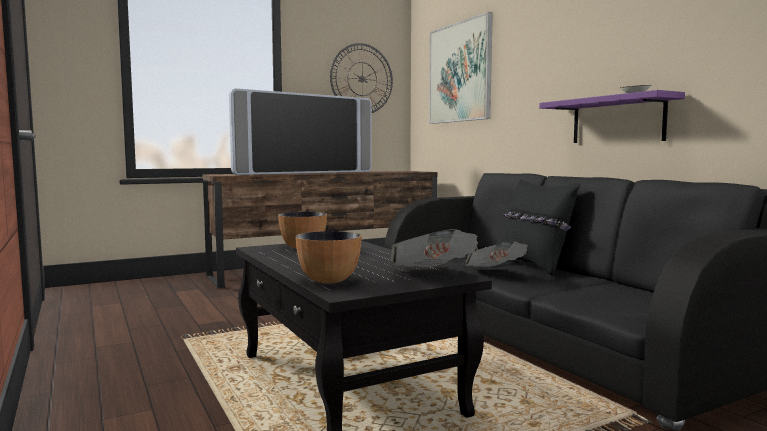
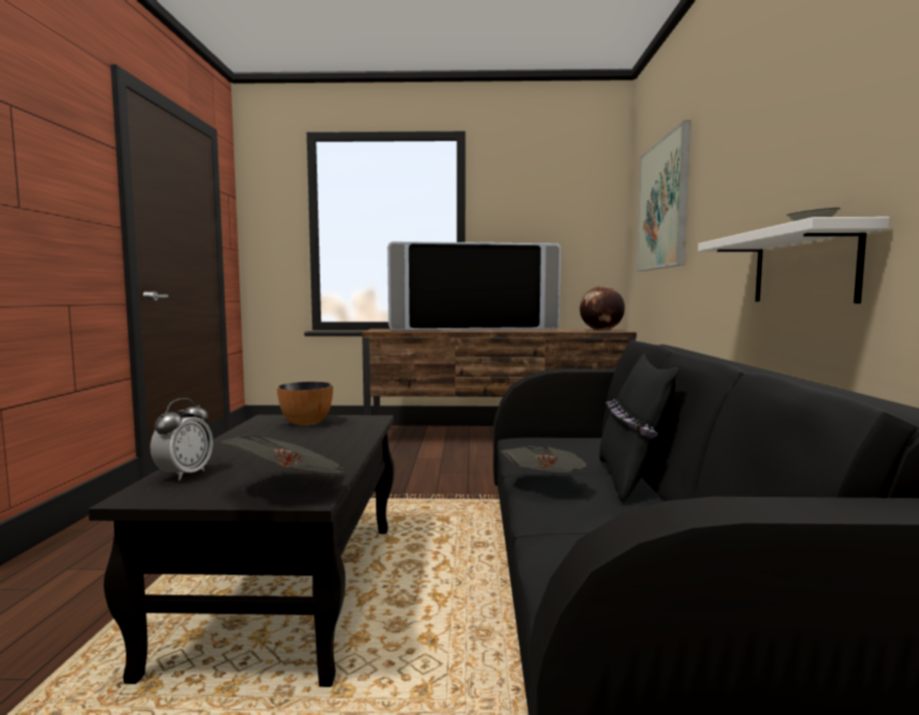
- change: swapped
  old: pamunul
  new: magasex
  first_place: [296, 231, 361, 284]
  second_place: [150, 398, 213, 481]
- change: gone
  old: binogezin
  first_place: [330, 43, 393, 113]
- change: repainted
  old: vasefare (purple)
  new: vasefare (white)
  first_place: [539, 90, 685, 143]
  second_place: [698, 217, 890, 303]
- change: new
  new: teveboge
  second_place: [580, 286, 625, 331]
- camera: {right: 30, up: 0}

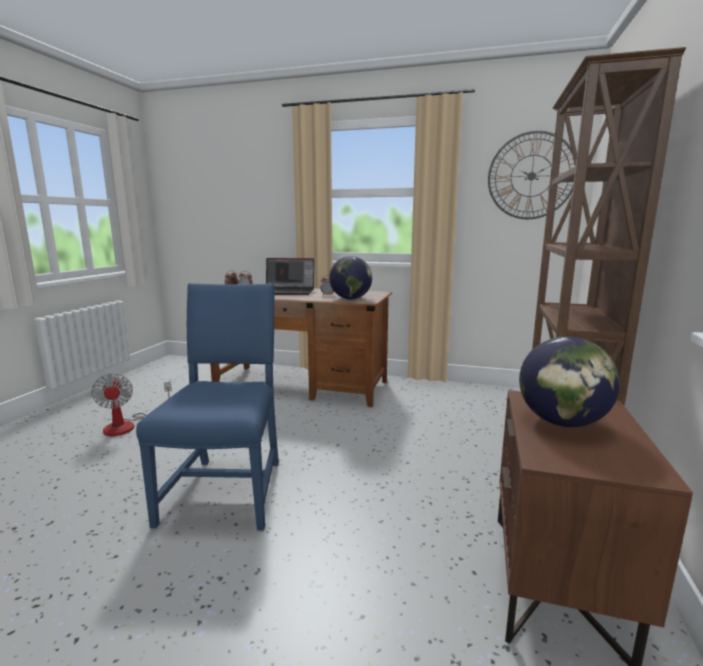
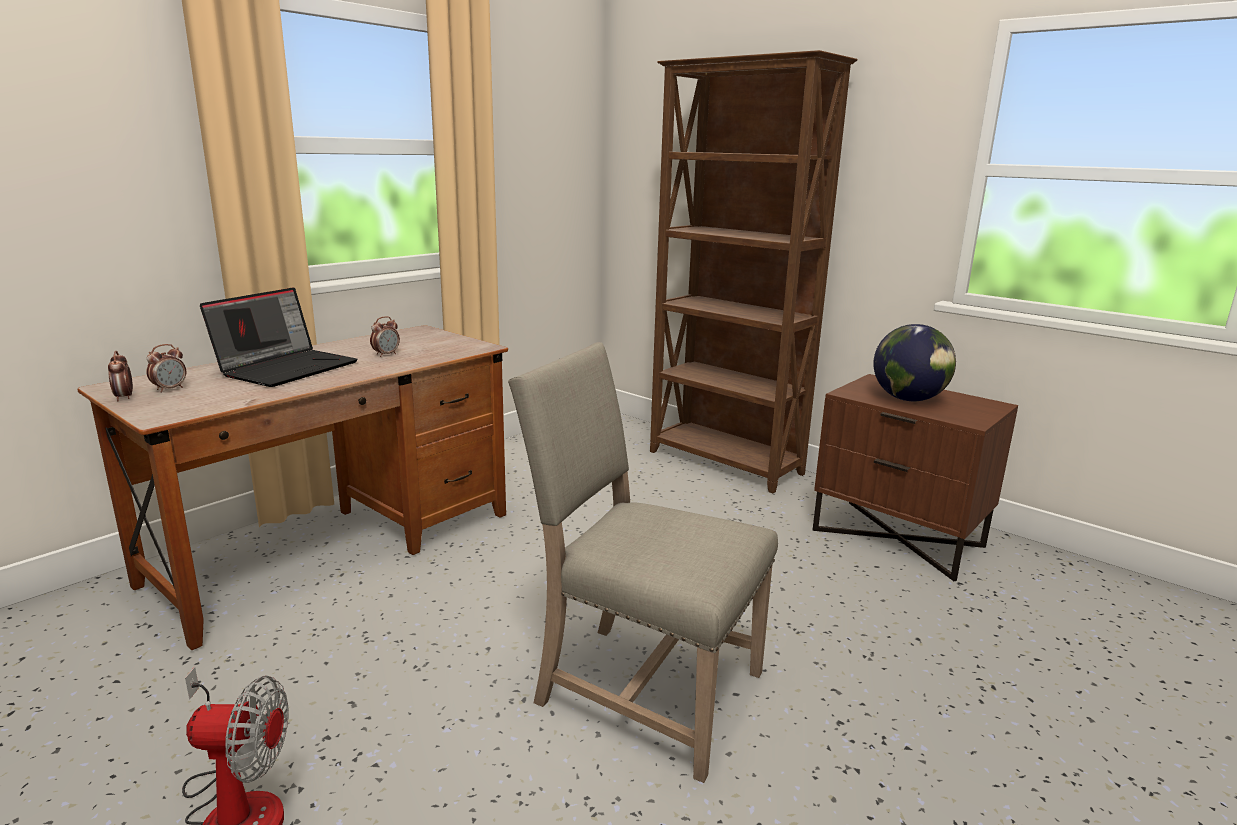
- change: repainted
  old: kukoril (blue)
  new: kukoril (beige)
  first_place: [136, 283, 279, 531]
  second_place: [508, 342, 778, 783]
- change: gone
  old: teveboge
  first_place: [329, 256, 372, 299]
- change: gone
  old: binogezin
  first_place: [488, 131, 574, 219]
- camera: {right: -65, up: 5}

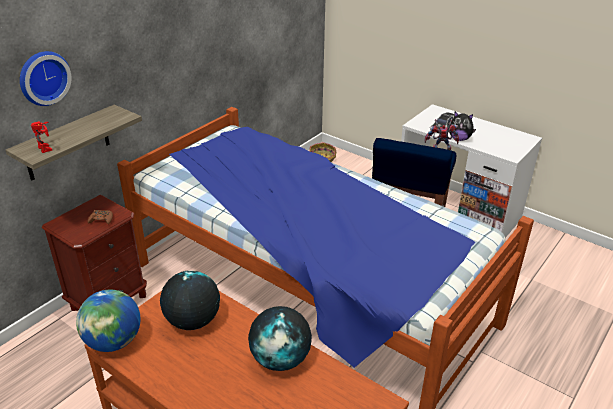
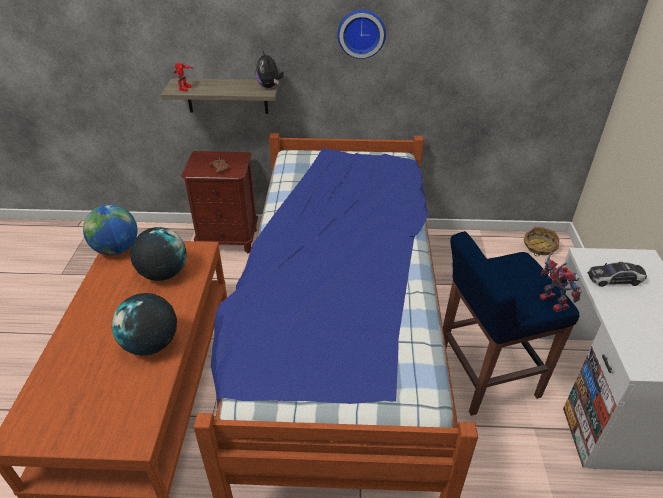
- change: shifted
  old: binogezin
  first_place: [20, 51, 72, 106]
  second_place: [337, 9, 386, 59]
- change: shifted
  old: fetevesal
  first_place: [449, 112, 476, 141]
  second_place: [256, 51, 284, 88]
- camera: {right: 55, up: 5}

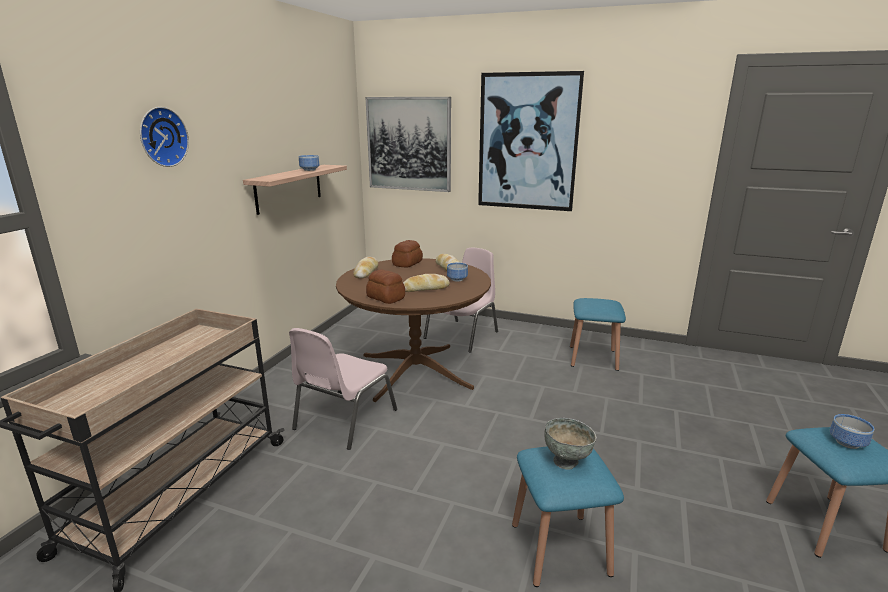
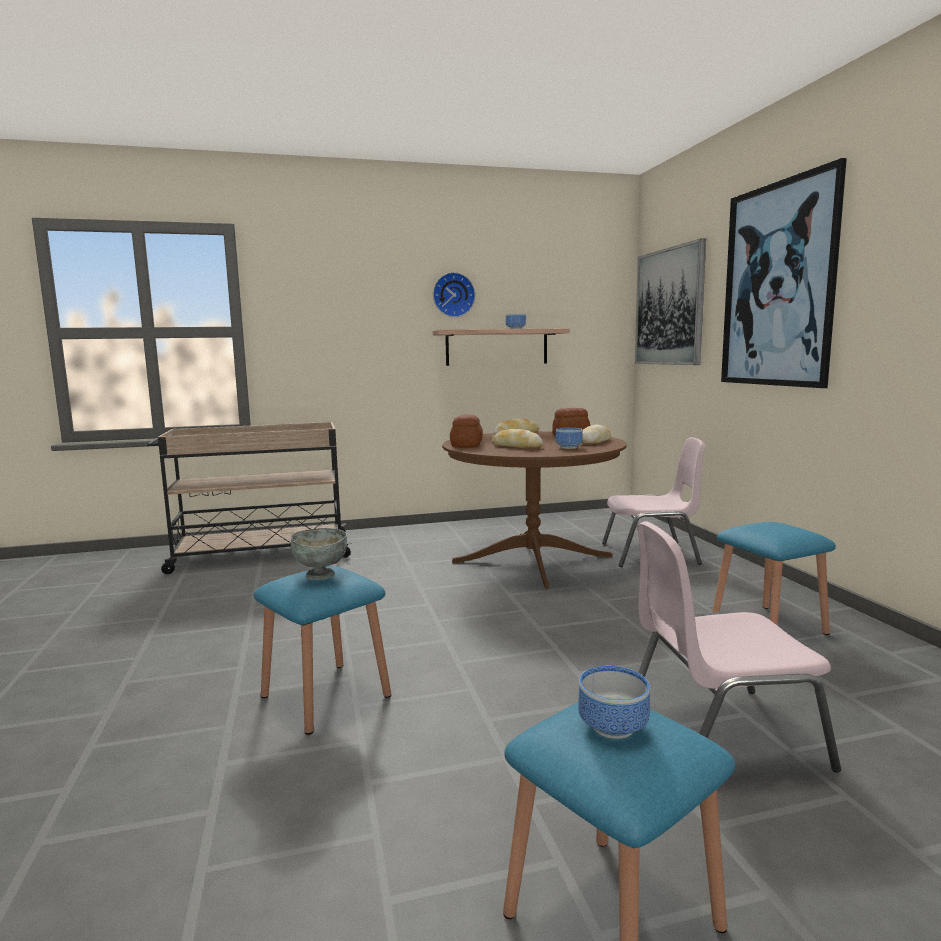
- change: shifted
  old: binogezin
  first_place: [140, 107, 189, 167]
  second_place: [433, 272, 475, 317]
- change: shifted
  old: kukoril (pink)
  first_place: [289, 328, 397, 450]
  second_place: [637, 521, 841, 772]
- camera: {right: 55, up: -10}

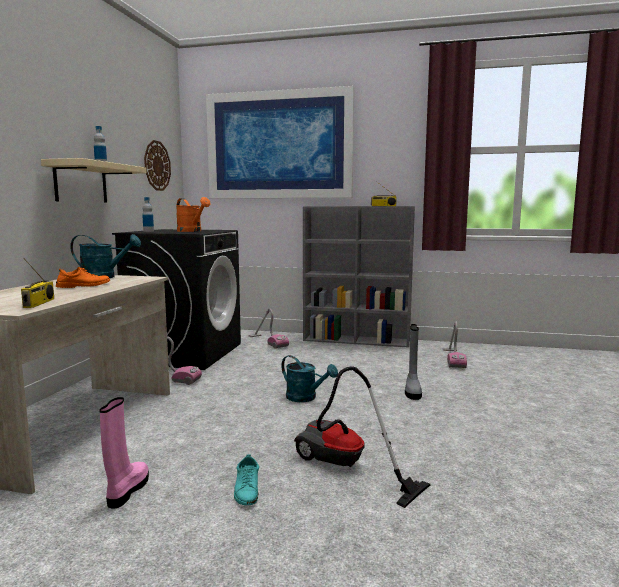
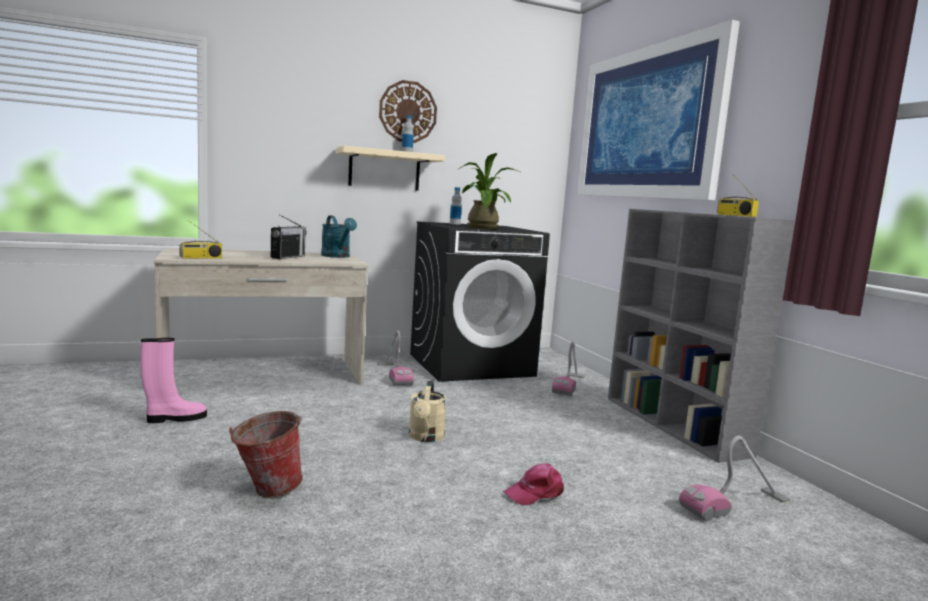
- change: swapped
  old: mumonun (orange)
  new: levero
  first_place: [56, 267, 110, 288]
  second_place: [271, 214, 307, 259]
- change: shifted
  old: binogezin
  first_place: [144, 140, 171, 191]
  second_place: [379, 80, 437, 143]
- change: swapped
  old: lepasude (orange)
  new: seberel
  first_place: [176, 197, 210, 232]
  second_place: [459, 153, 520, 229]
- change: gone
  old: mumonun (turquoise)
  first_place: [234, 454, 259, 505]
- change: repainted
  old: lepasude (turquoise)
  new: lepasude (beige)
  first_place: [281, 355, 338, 402]
  second_place: [409, 381, 446, 442]
- change: swapped
  old: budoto
  new: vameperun
  first_place: [294, 366, 430, 508]
  second_place: [229, 411, 303, 498]
- change: swapped
  old: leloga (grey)
  new: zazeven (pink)
  first_place: [405, 324, 422, 400]
  second_place: [503, 463, 564, 505]
- camera: {right: 55, up: 0}

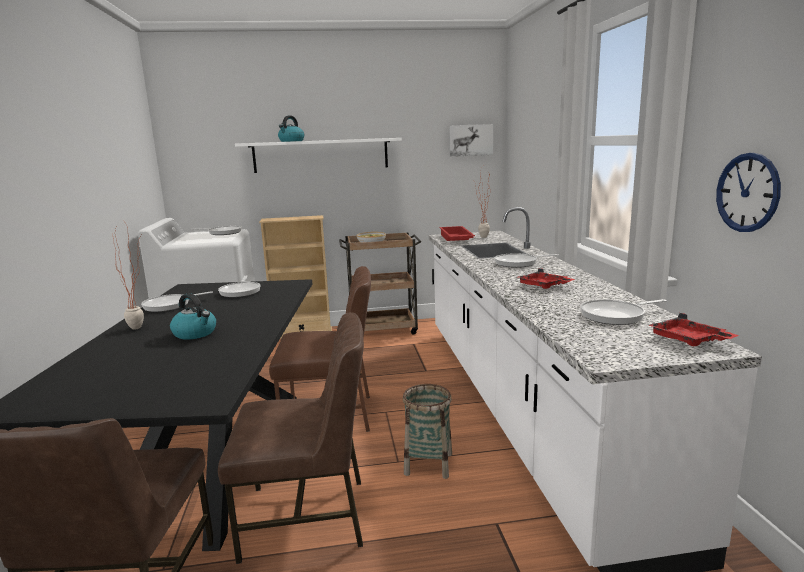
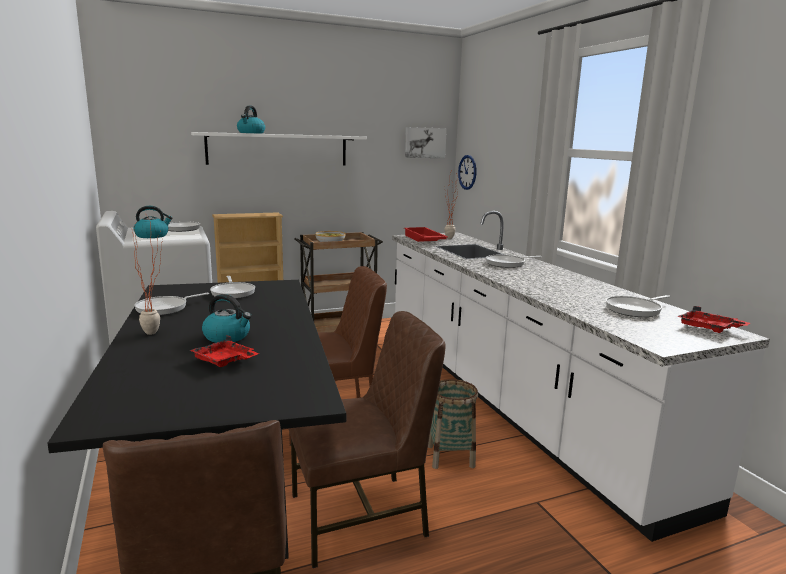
- change: shifted
  old: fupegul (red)
  first_place: [518, 268, 575, 289]
  second_place: [189, 336, 259, 367]
- change: shifted
  old: binogezin
  first_place: [716, 153, 781, 232]
  second_place: [458, 155, 476, 190]
- change: new
  new: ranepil
  second_place: [133, 206, 172, 238]
- camera: {right: -15, up: 0}

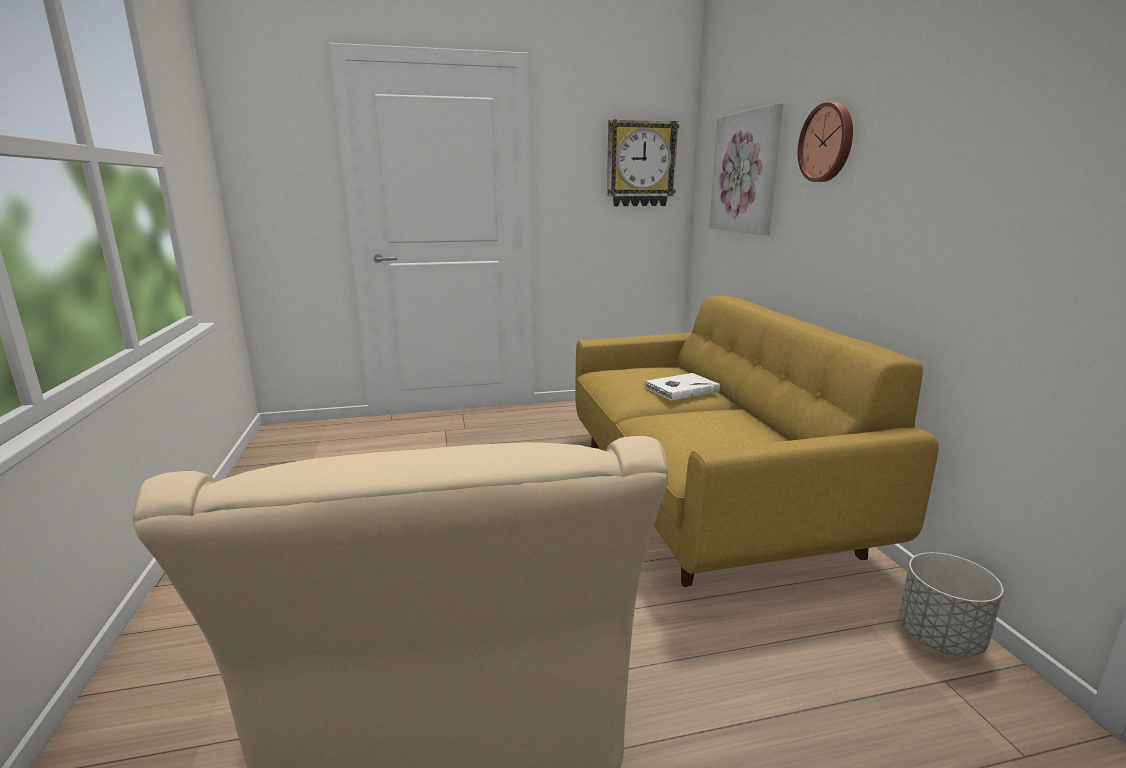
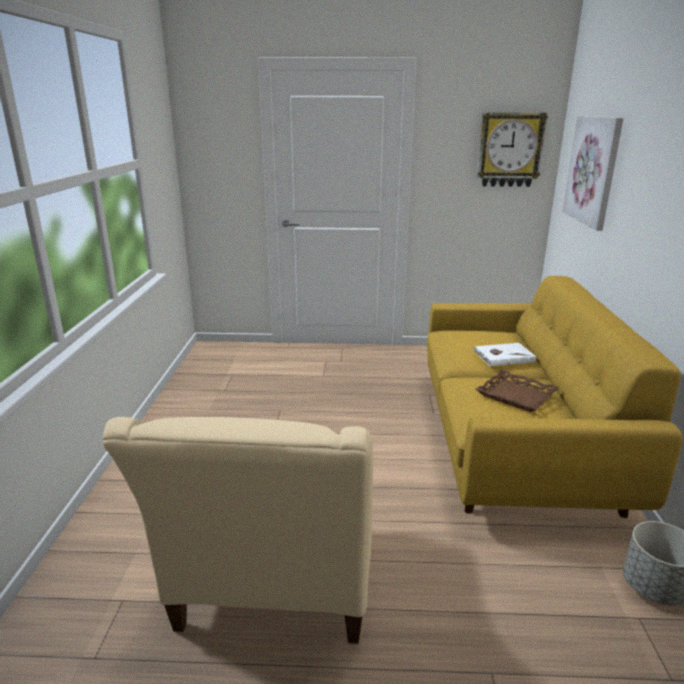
- change: gone
  old: binogezin
  first_place: [798, 102, 853, 182]
- change: new
  new: fupegul (brown)
  second_place: [476, 370, 559, 412]
- camera: {right: 15, up: 5}

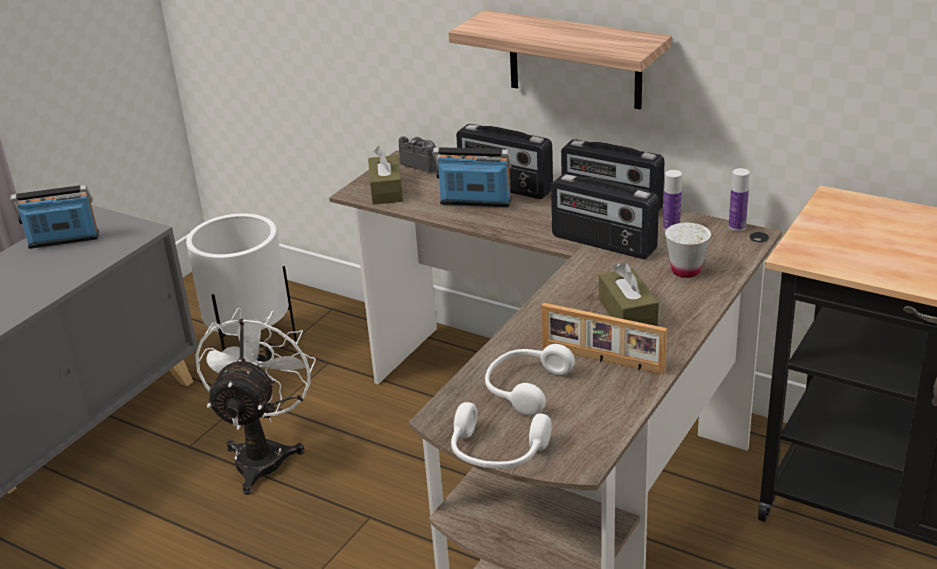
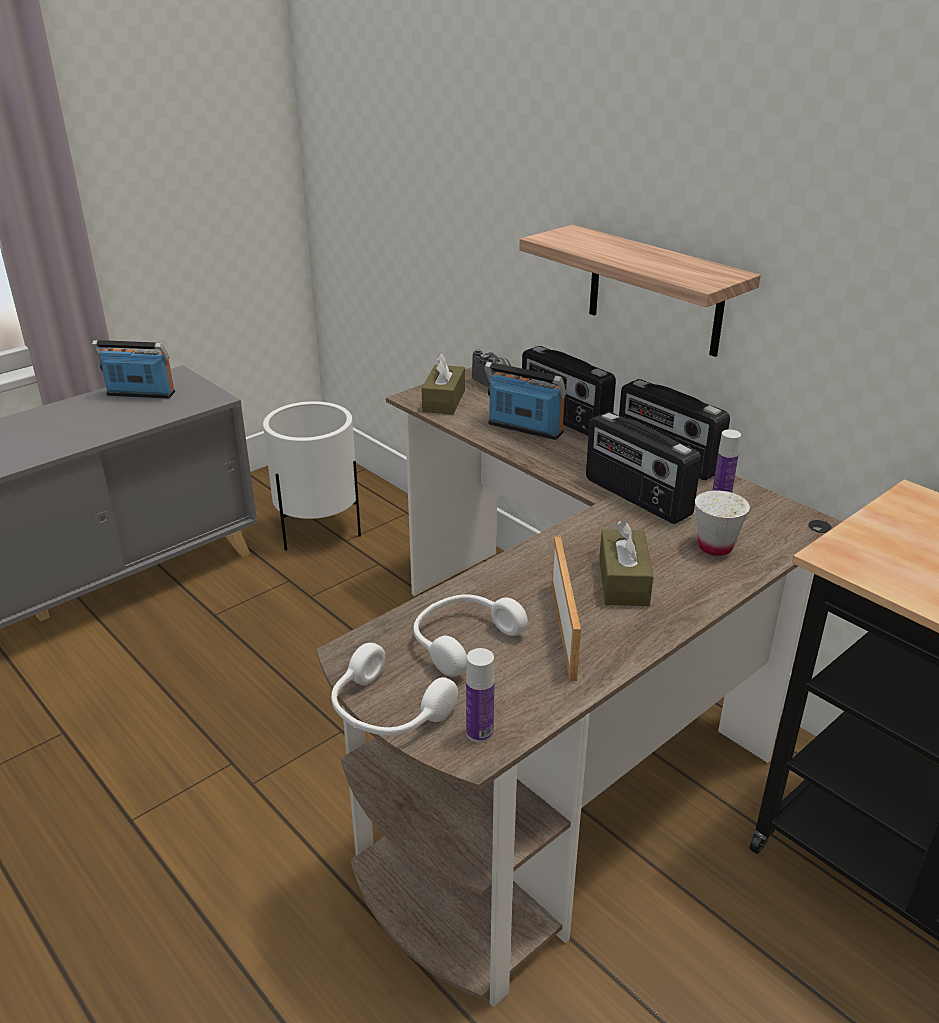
- change: gone
  old: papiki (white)
  first_place: [195, 308, 316, 495]
- change: rotated
  old: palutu
  first_place: [541, 303, 667, 375]
  second_place: [552, 537, 581, 681]
  degrees: -135
- change: shifted
  old: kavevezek
  first_place: [729, 168, 750, 231]
  second_place: [466, 648, 495, 743]
- camera: {right: 15, up: 0}

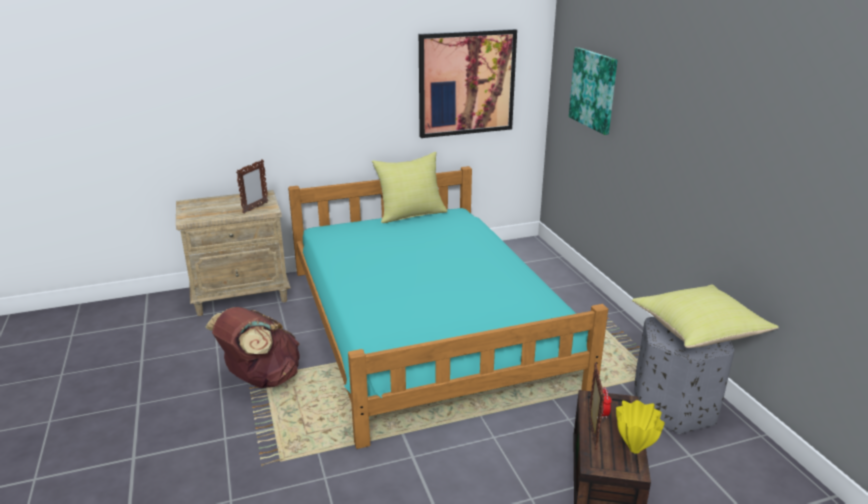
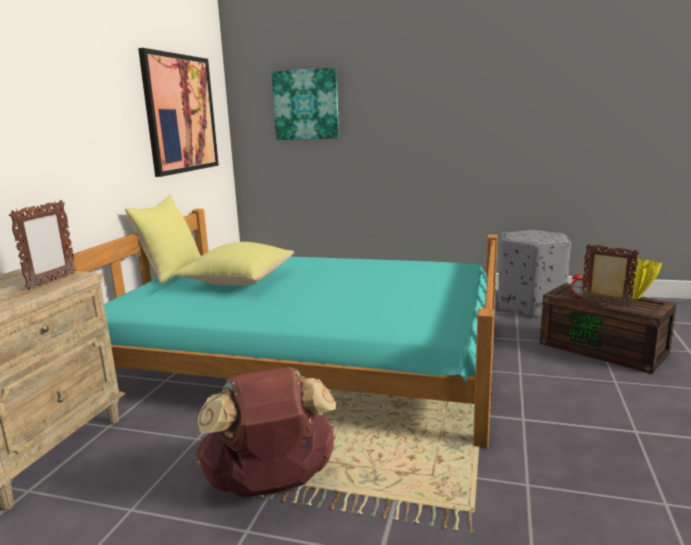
- change: rotated
  old: palutu
  first_place: [236, 159, 269, 214]
  second_place: [9, 200, 77, 289]
  degrees: 45
- change: shifted
  old: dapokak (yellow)
  first_place: [632, 285, 779, 348]
  second_place: [174, 242, 294, 286]
- camera: {right: -55, up: -10}

